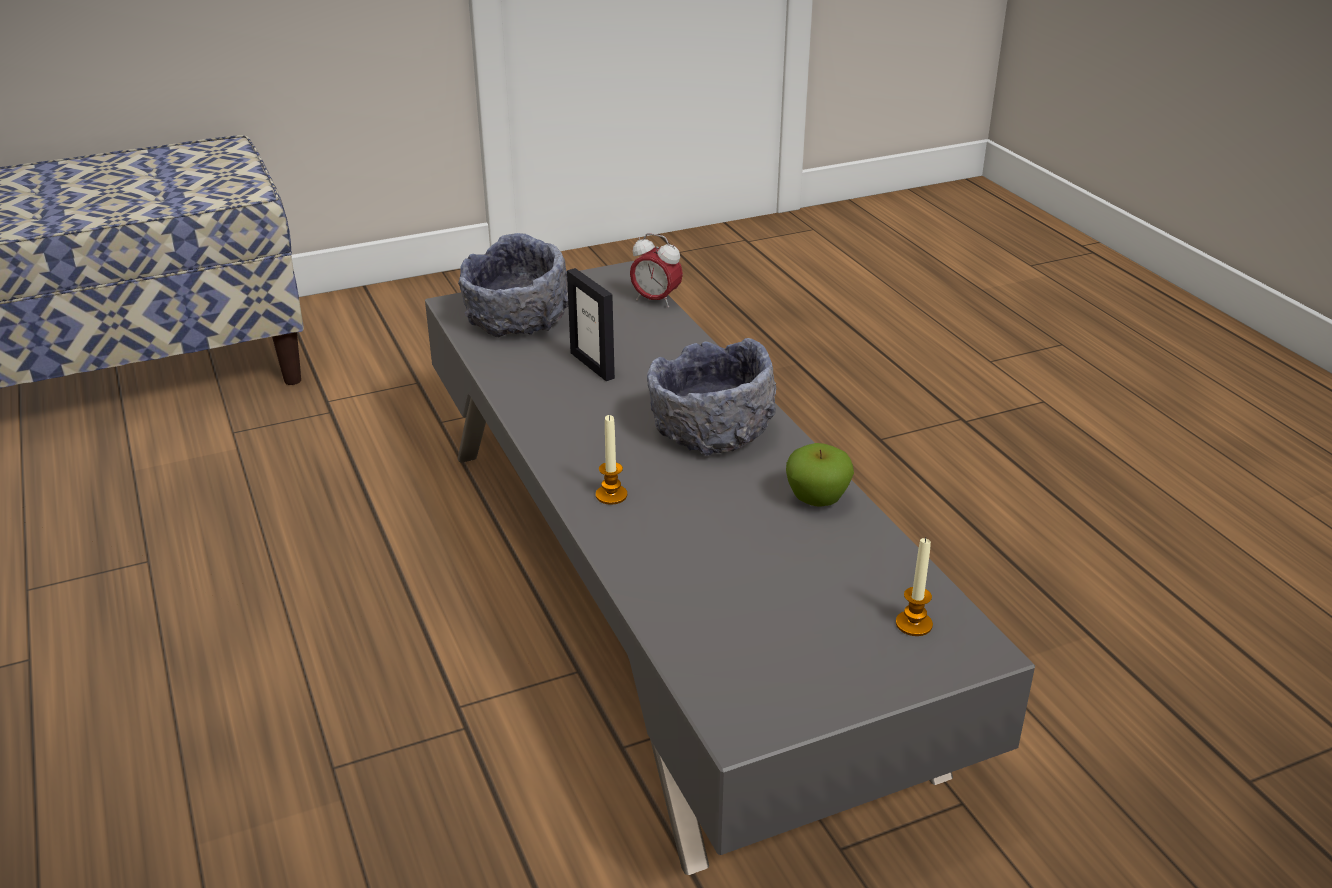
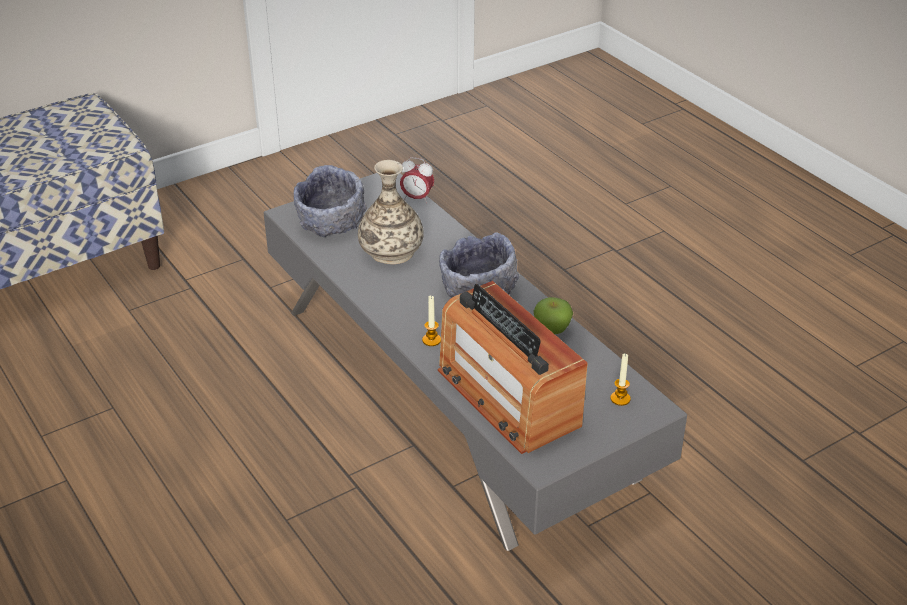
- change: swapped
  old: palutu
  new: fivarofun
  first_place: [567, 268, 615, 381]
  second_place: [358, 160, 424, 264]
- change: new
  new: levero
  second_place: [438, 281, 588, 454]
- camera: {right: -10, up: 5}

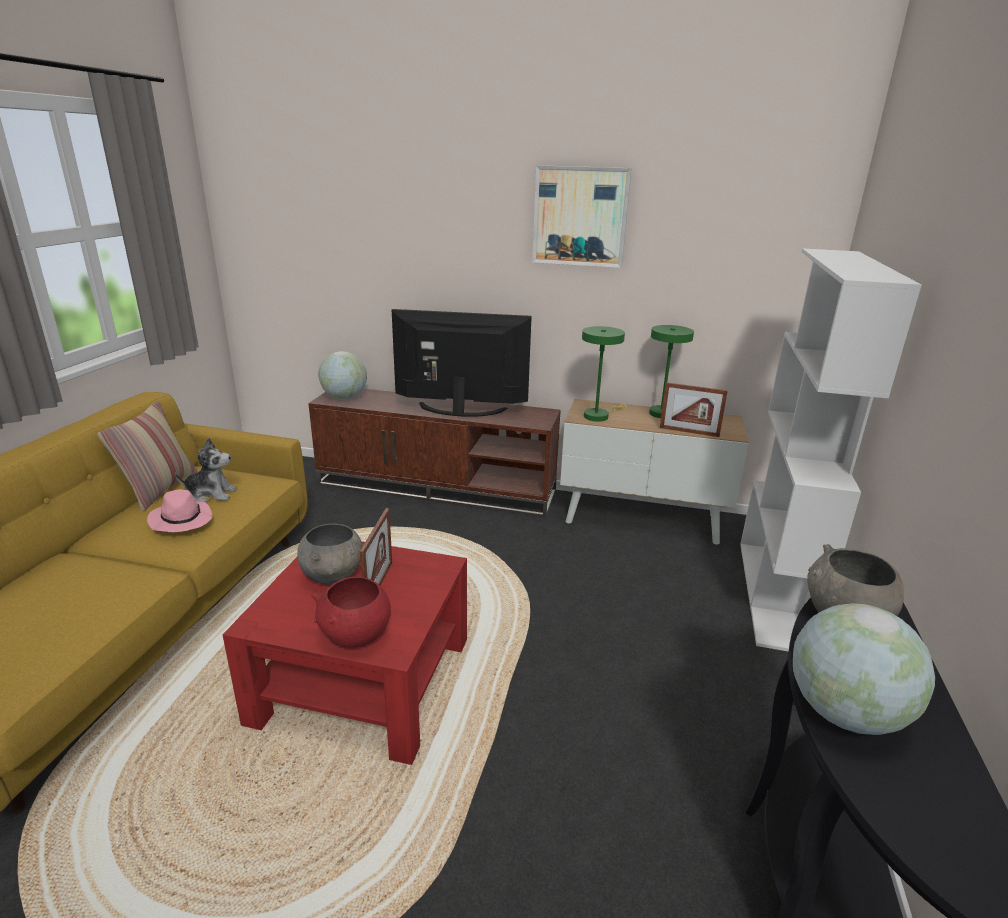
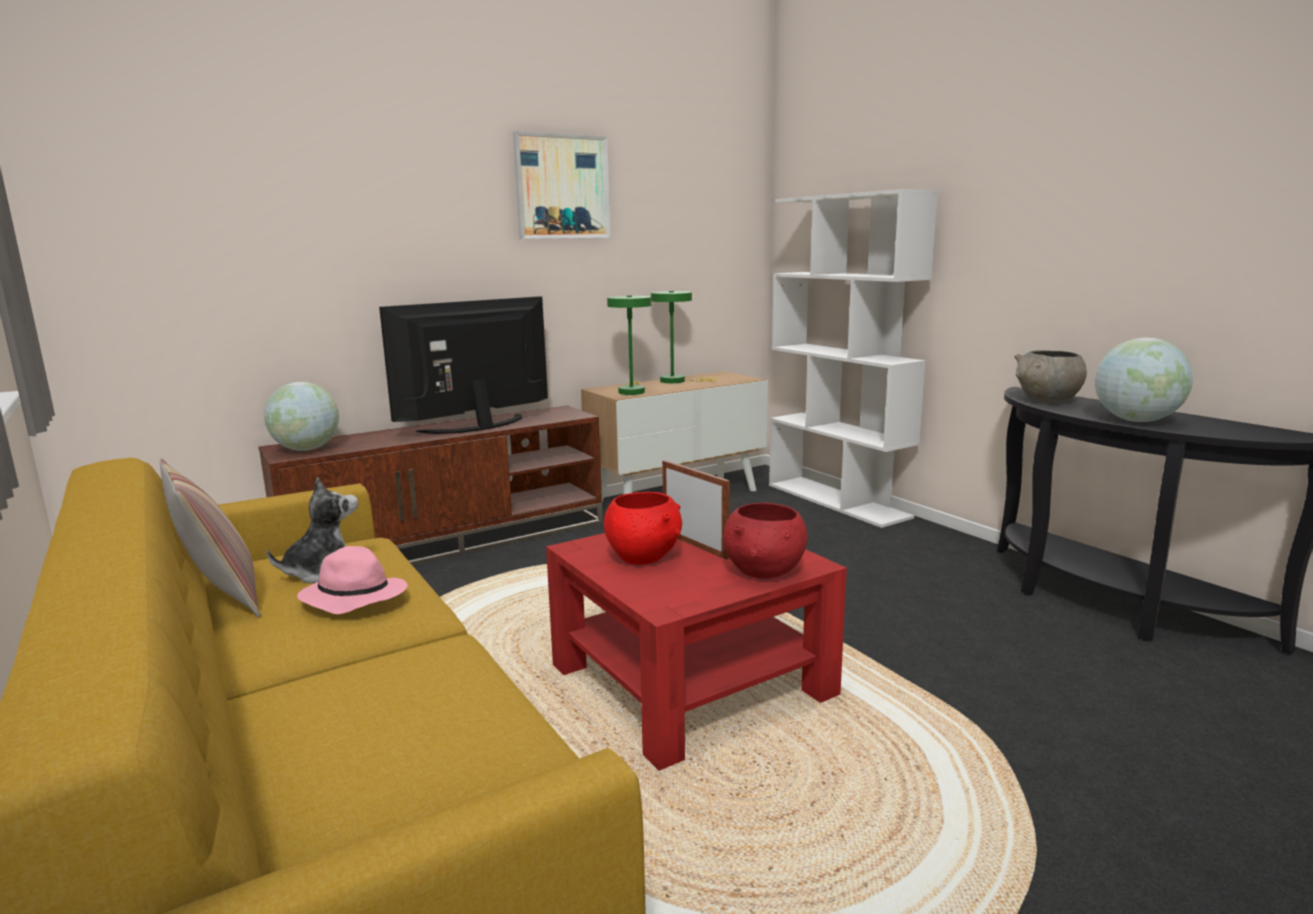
- change: repainted
  old: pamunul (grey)
  new: pamunul (red)
  first_place: [297, 524, 362, 585]
  second_place: [604, 492, 682, 565]
- change: gone
  old: palutu
  first_place: [660, 382, 728, 437]
- camera: {right: -45, up: -10}

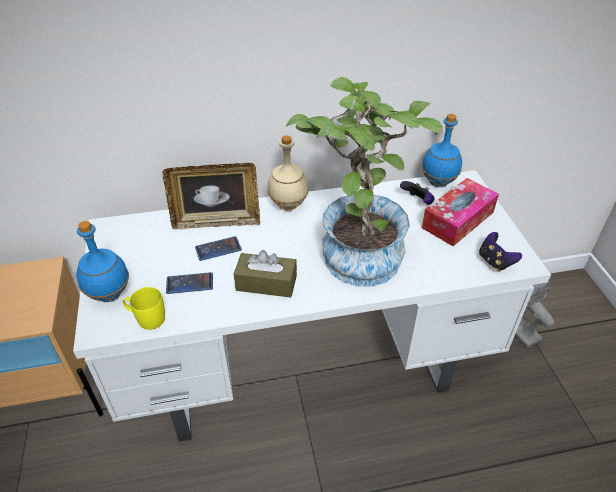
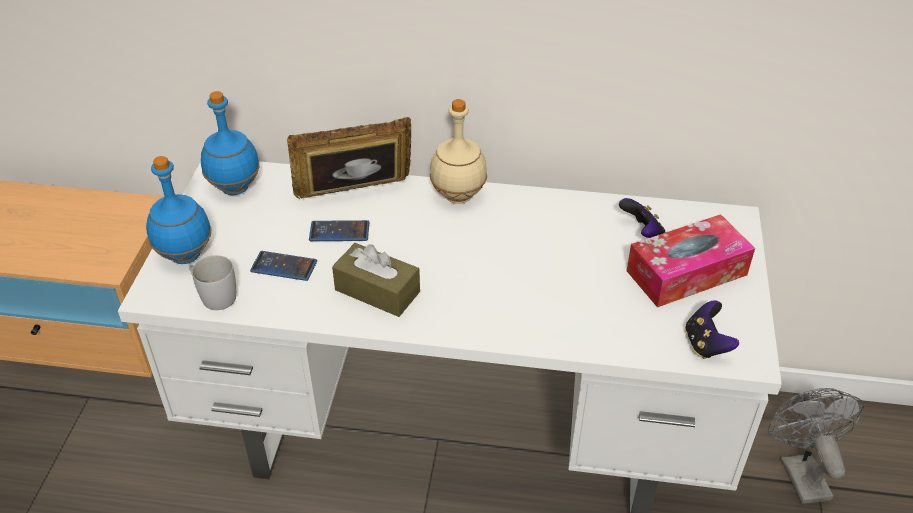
- change: repainted
  old: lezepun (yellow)
  new: lezepun (white)
  first_place: [123, 287, 165, 330]
  second_place: [189, 255, 236, 310]
- change: rotated
  old: palutu
  first_place: [163, 163, 260, 229]
  second_place: [287, 117, 411, 199]
  degrees: 150
- change: gone
  old: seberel
  first_place: [286, 77, 443, 287]
- change: shifted
  old: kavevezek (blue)
  first_place: [422, 114, 462, 187]
  second_place: [201, 91, 260, 195]
- camera: {right: 20, up: 0}

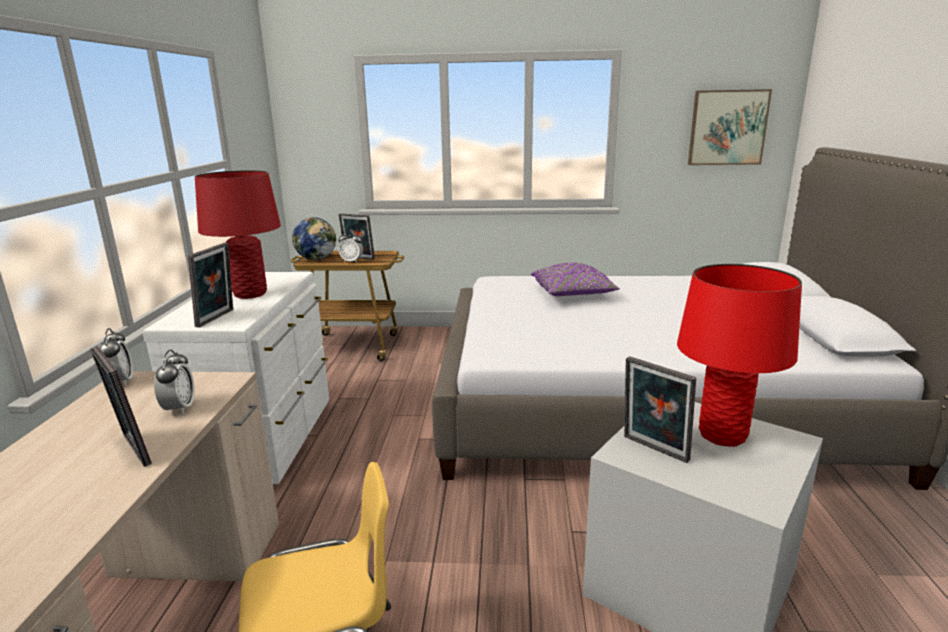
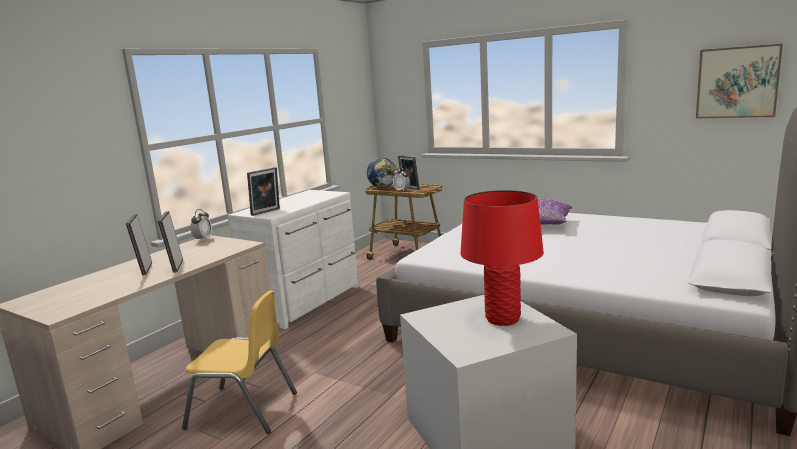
- change: gone
  old: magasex
  first_place: [154, 350, 195, 414]
- change: gone
  old: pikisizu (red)
  first_place: [195, 170, 281, 299]
- change: shifted
  old: palutu
  first_place: [624, 356, 696, 463]
  second_place: [126, 214, 152, 275]
- camera: {right: 30, up: -5}

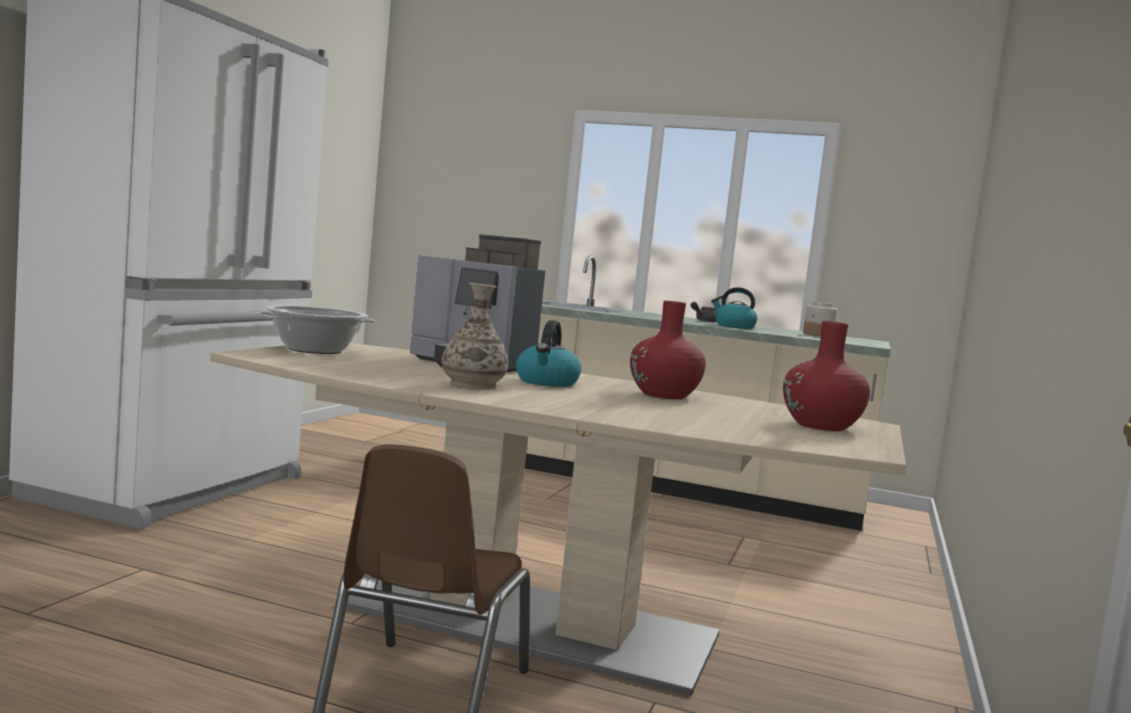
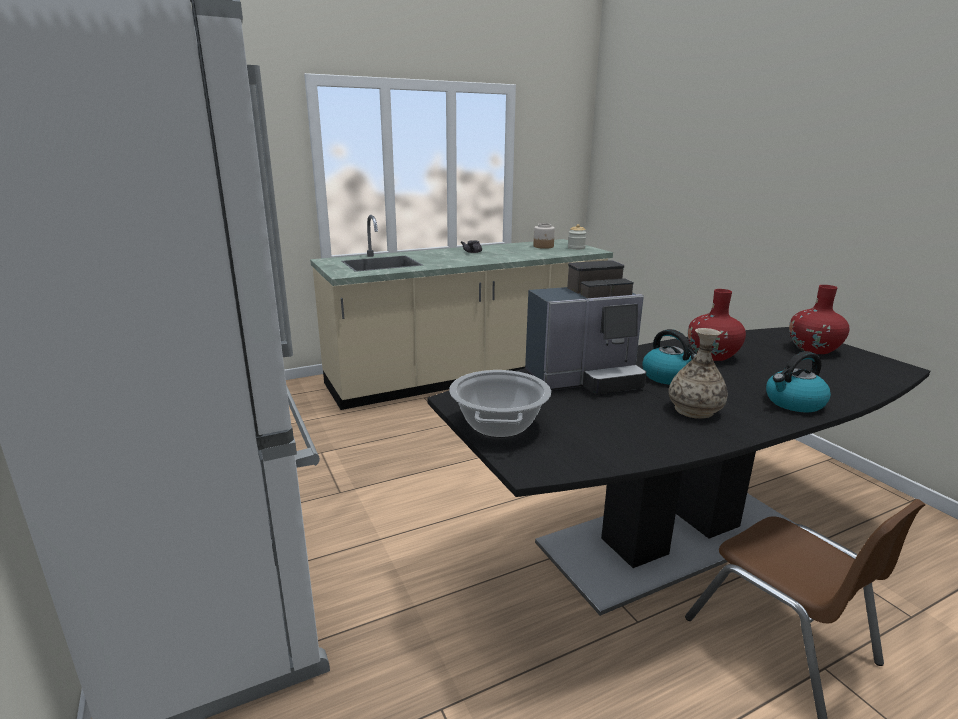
- change: repainted
  old: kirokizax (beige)
  new: kirokizax (black)
  first_place: [210, 343, 906, 696]
  second_place: [427, 327, 930, 616]
- change: shifted
  old: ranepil
  first_place: [711, 287, 757, 329]
  second_place: [766, 351, 831, 412]
- change: new
  new: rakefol
  second_place: [568, 224, 587, 250]
- camera: {right: -45, up: 15}

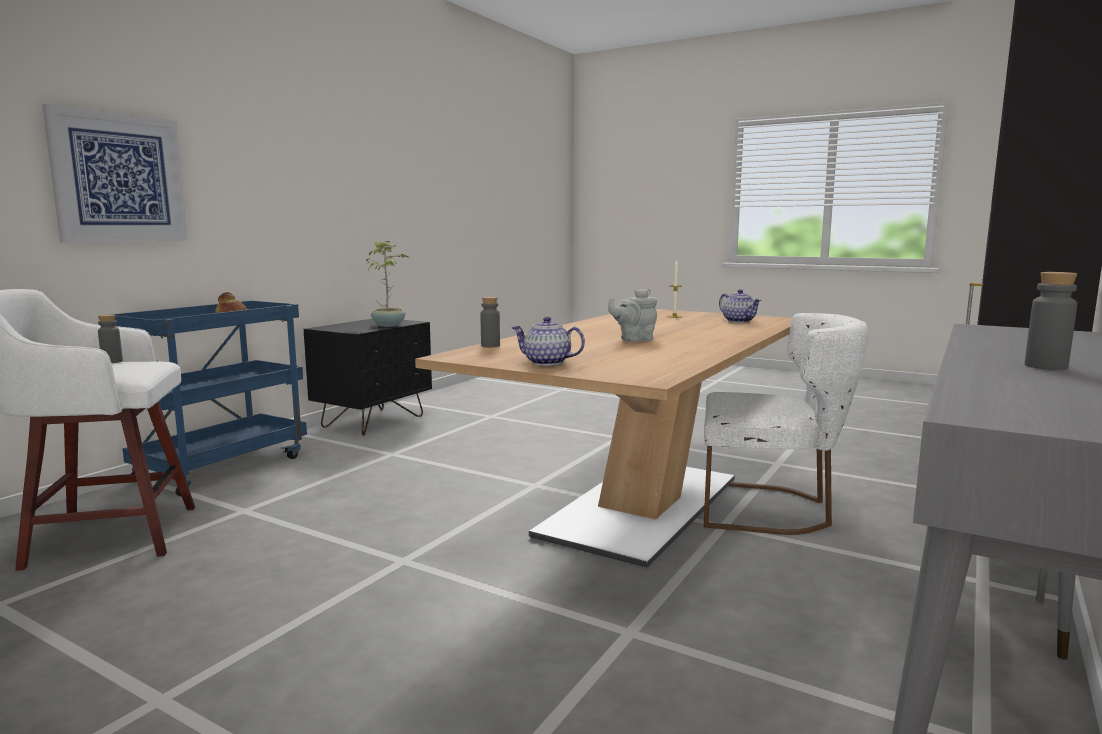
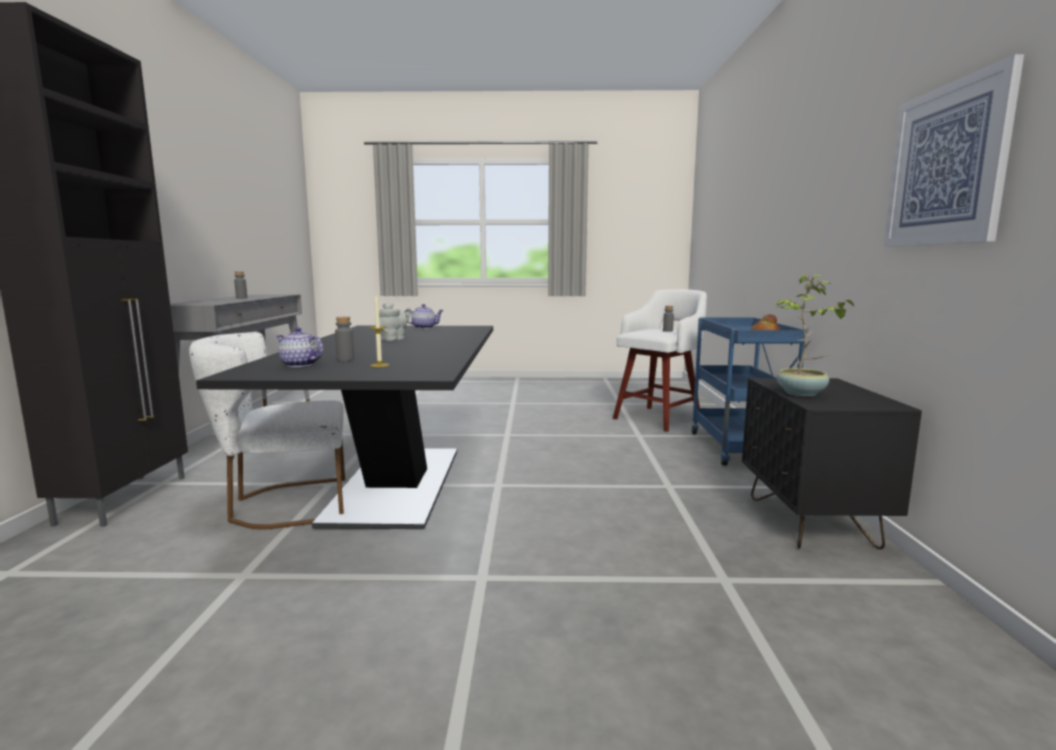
- change: shifted
  old: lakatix
  first_place: [42, 104, 188, 242]
  second_place: [883, 54, 1024, 247]
- change: repainted
  old: kirokizax (beige)
  new: kirokizax (black)
  first_place: [415, 309, 792, 567]
  second_place: [196, 326, 493, 529]
- change: shifted
  old: kavevezek (grey)
  first_place: [481, 297, 500, 347]
  second_place: [335, 317, 354, 361]
- camera: {right: 150, up: 0}

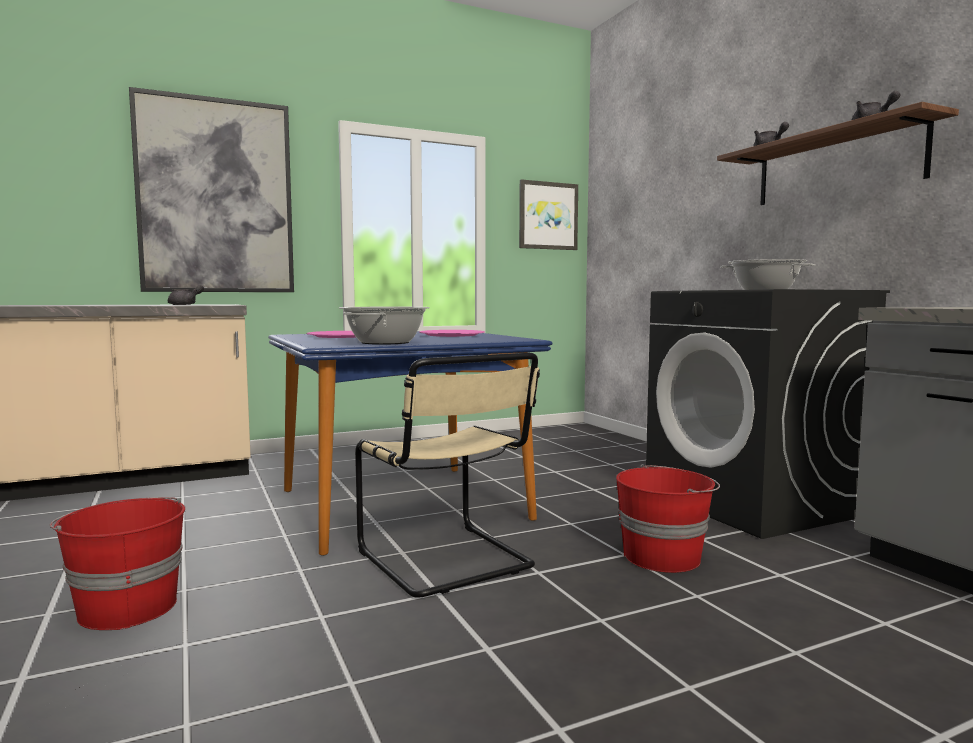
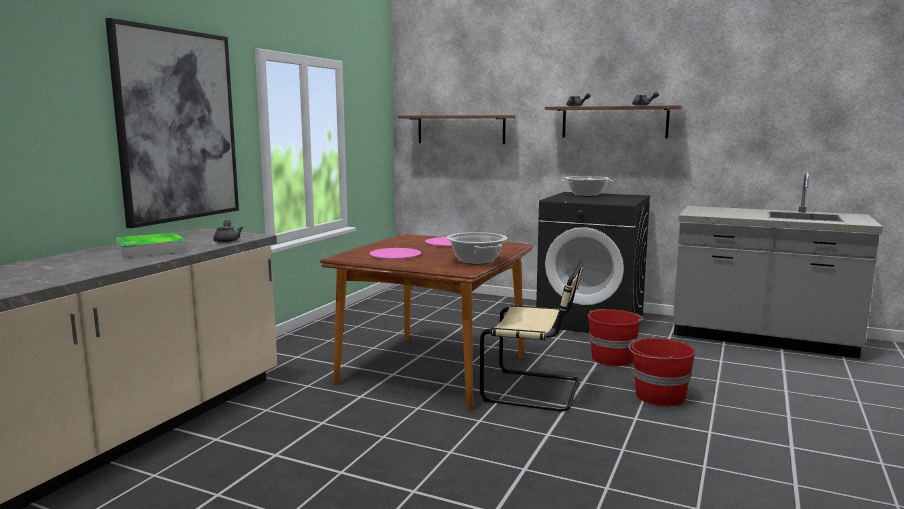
- change: shifted
  old: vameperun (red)
  first_place: [50, 497, 185, 630]
  second_place: [629, 336, 695, 406]
- change: repainted
  old: kirokizax (blue)
  new: kirokizax (brown)
  first_place: [268, 331, 553, 556]
  second_place: [320, 234, 534, 410]
- change: gone
  old: lakatix
  first_place: [519, 179, 578, 250]
- change: new
  new: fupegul
  second_place: [116, 233, 187, 258]
- change: new
  new: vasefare
  second_place: [398, 115, 516, 144]
- camera: {right: -40, up: 5}

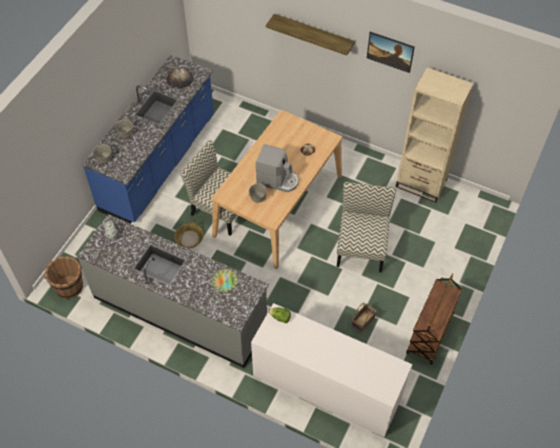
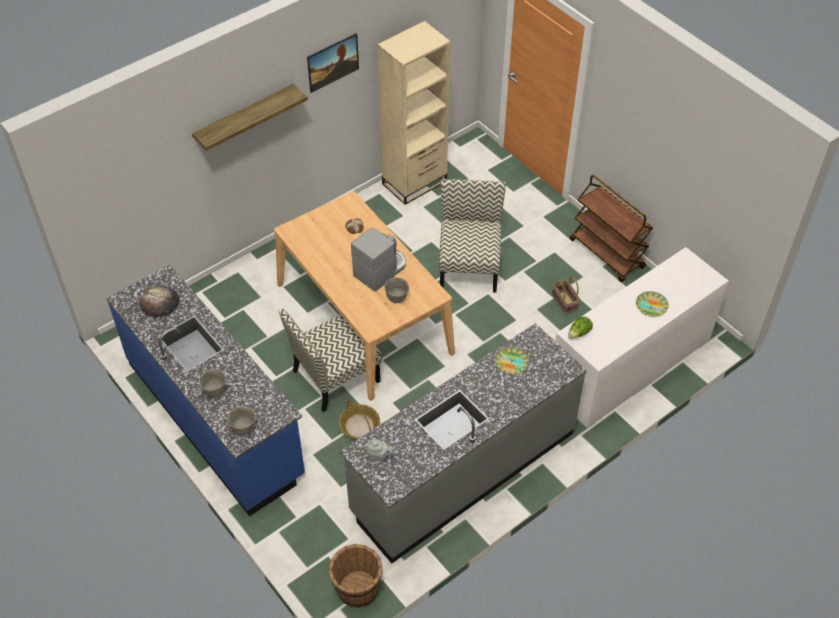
- change: rotated
  old: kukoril
  first_place: [337, 182, 396, 273]
  second_place: [439, 179, 506, 293]
  degrees: 60
- change: new
  new: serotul
  second_place: [636, 291, 669, 317]
- camera: {right: -65, up: -5}

